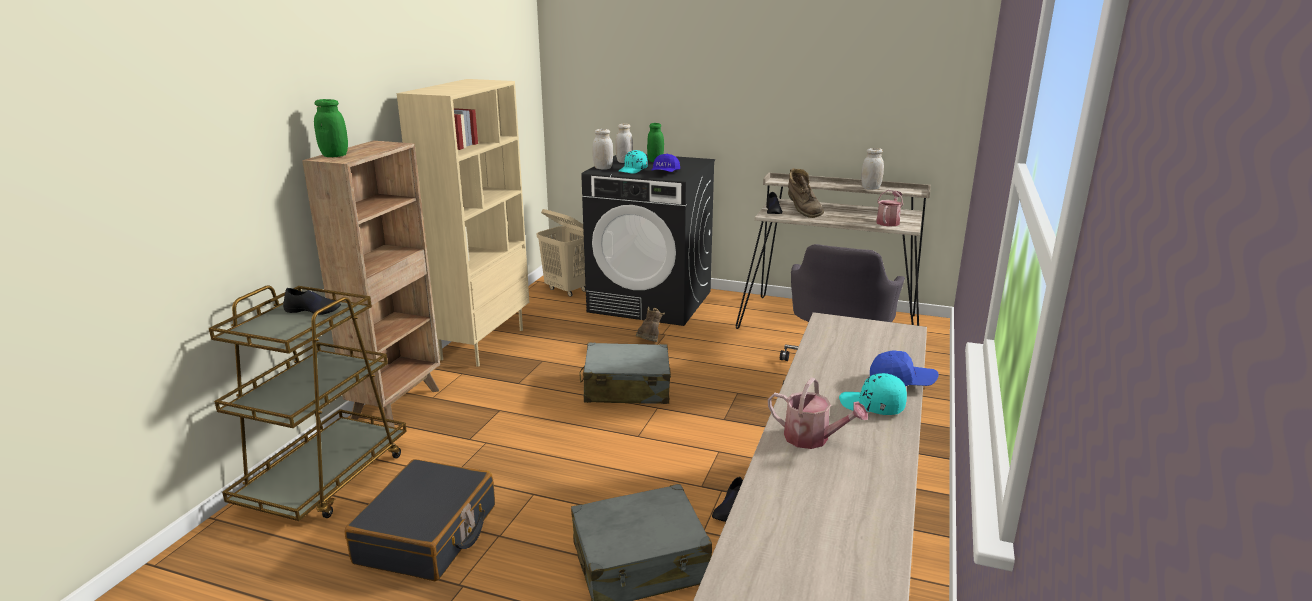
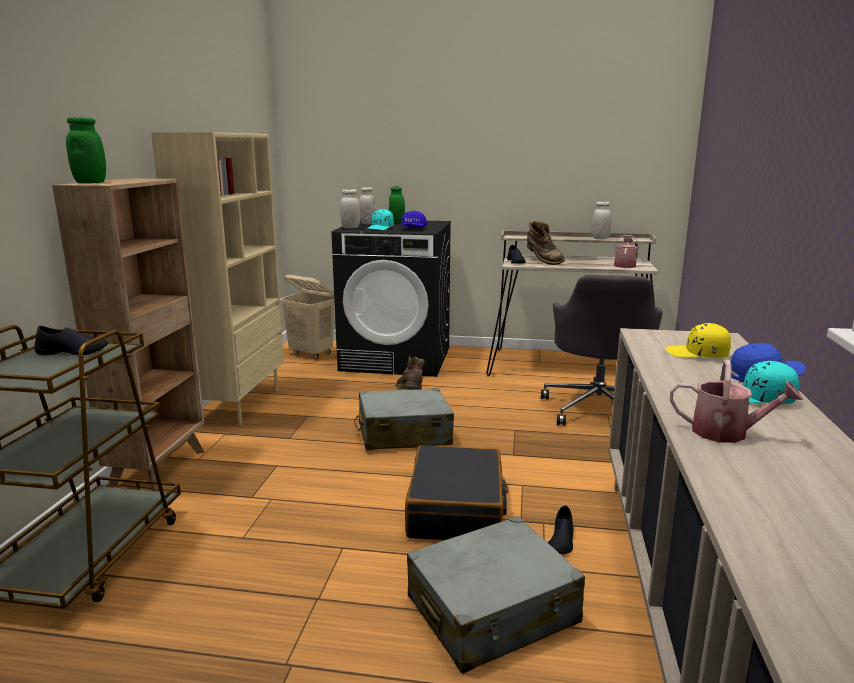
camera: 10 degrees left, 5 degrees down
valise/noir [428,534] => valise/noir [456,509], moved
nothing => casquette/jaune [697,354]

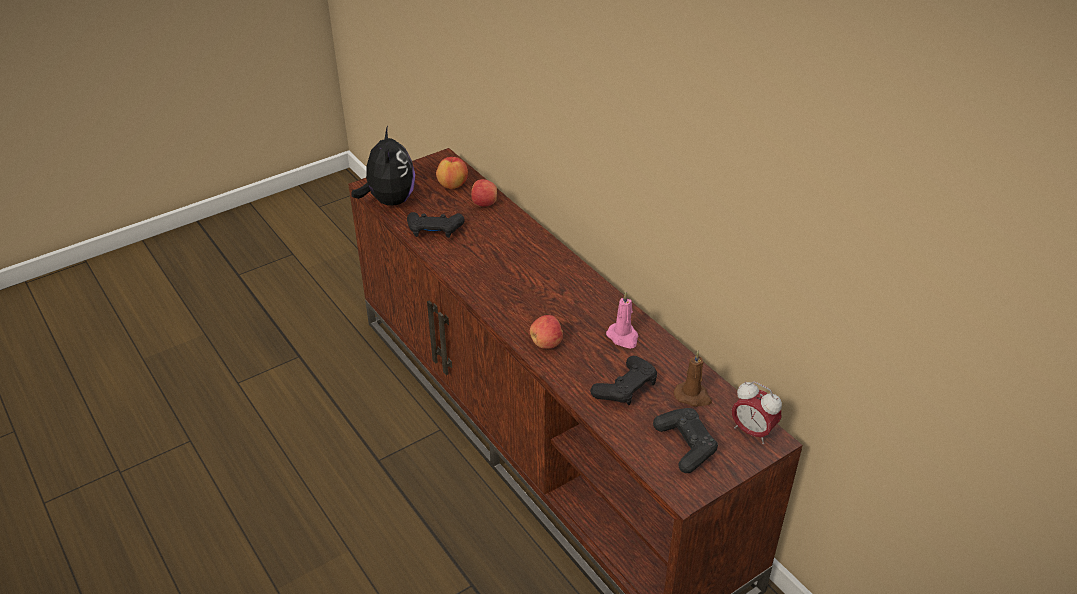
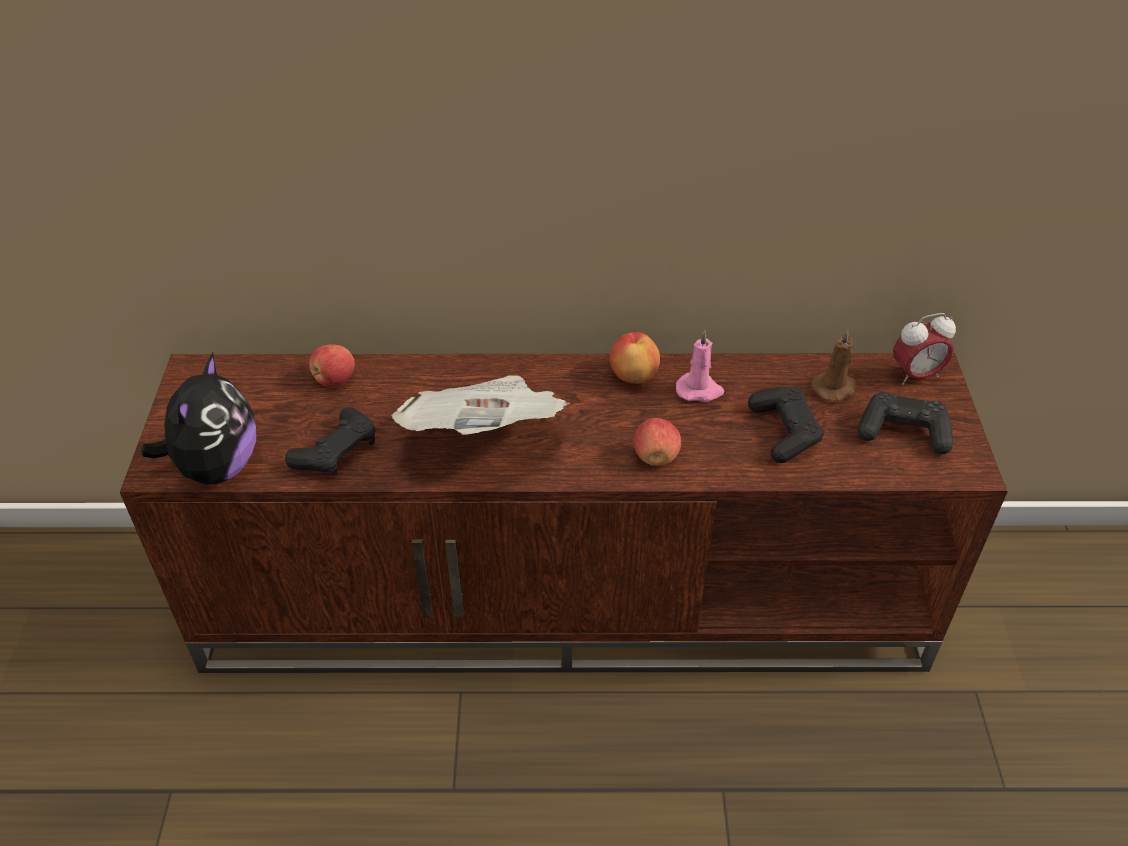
camera: 55 degrees left, 5 degrees up
peluche [389,201] => peluche [216,466], 75 degrees clockwise
nothing => journal [485,436]
pomme [452,185] => pomme [633,375], moved

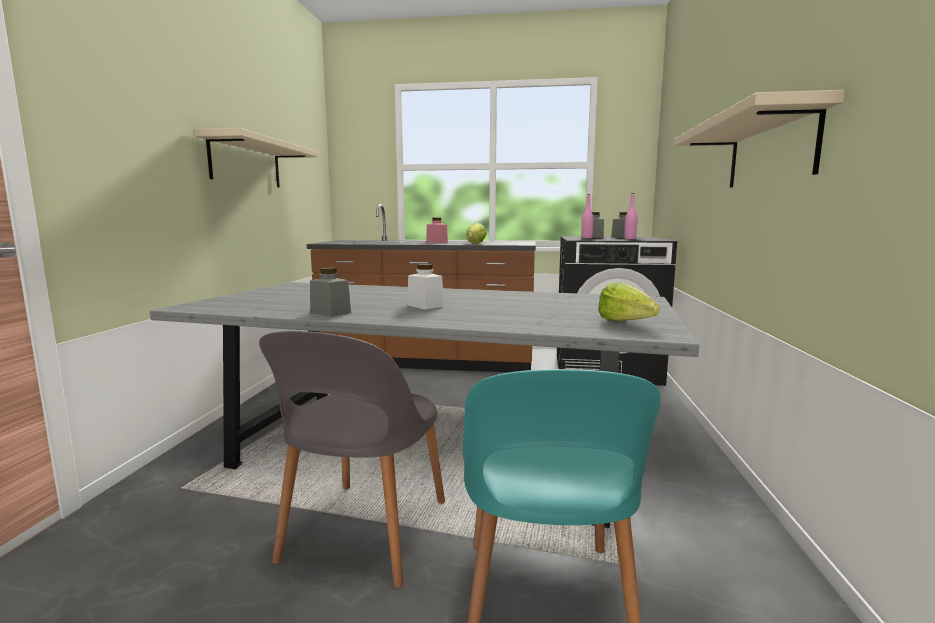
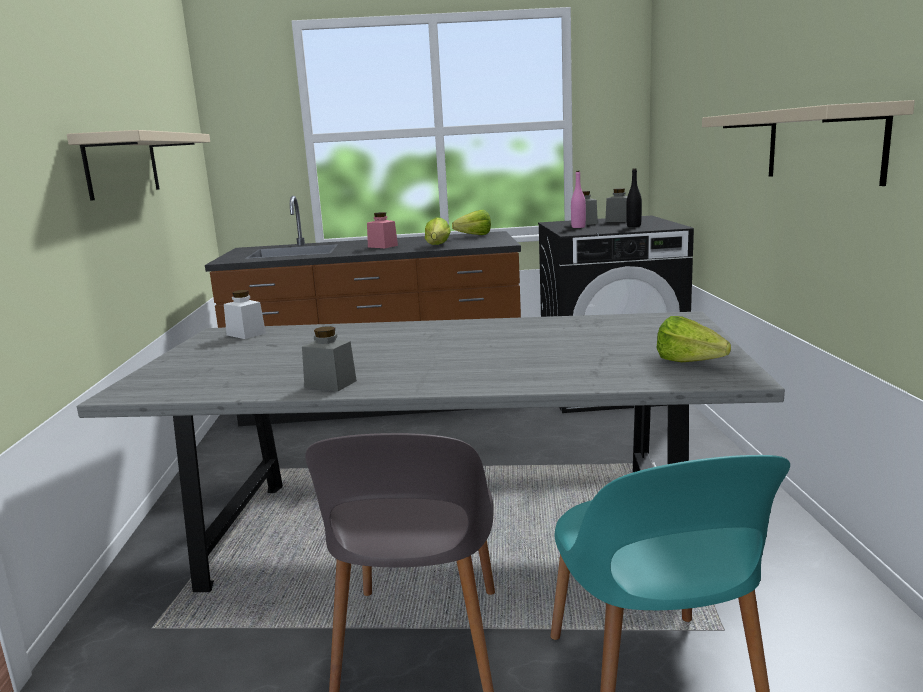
camera: 10 degrees left, 5 degrees up
bocal/blanc [425,306] => bocal/blanc [246,334], moved
nothing => laitue [470,236]
bouteille/rose [630,239] => bouteille/noir [633,226]

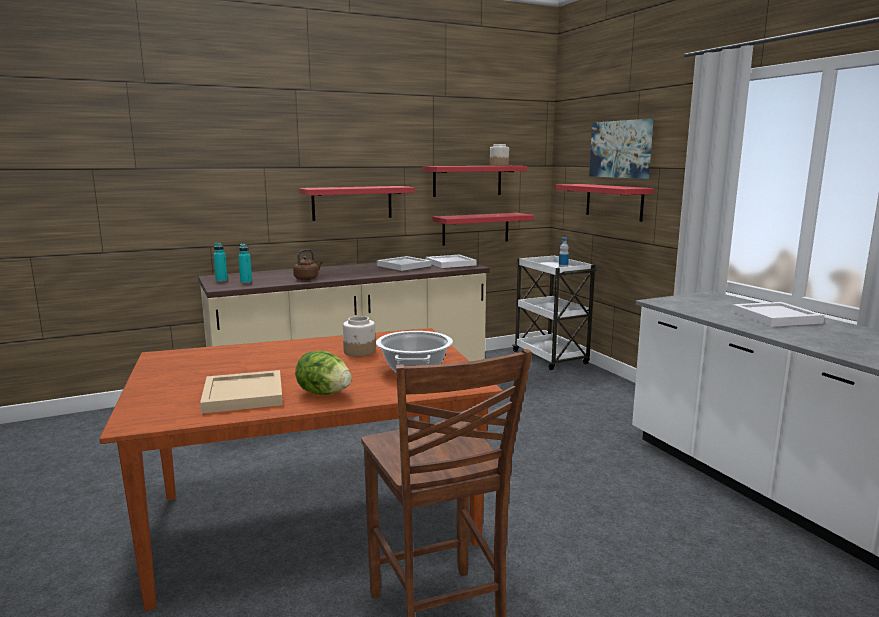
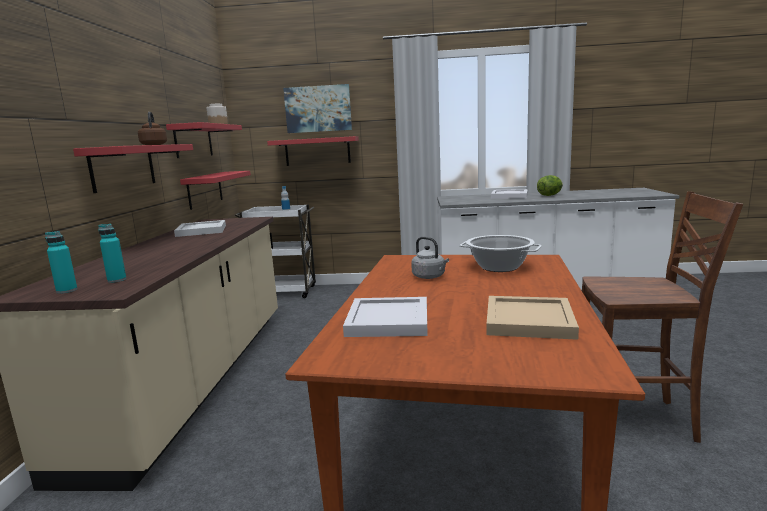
camera: 60 degrees left, 0 degrees up
bouilloire/marron [307,279] => bouilloire/marron [154,145], moved
plateau/blanc [451,263] => plateau/blanc [389,320], moved
bocal [359,352] => bouilloire/gris [430,277]
laitue [324,393] => laitue [550,195], moved

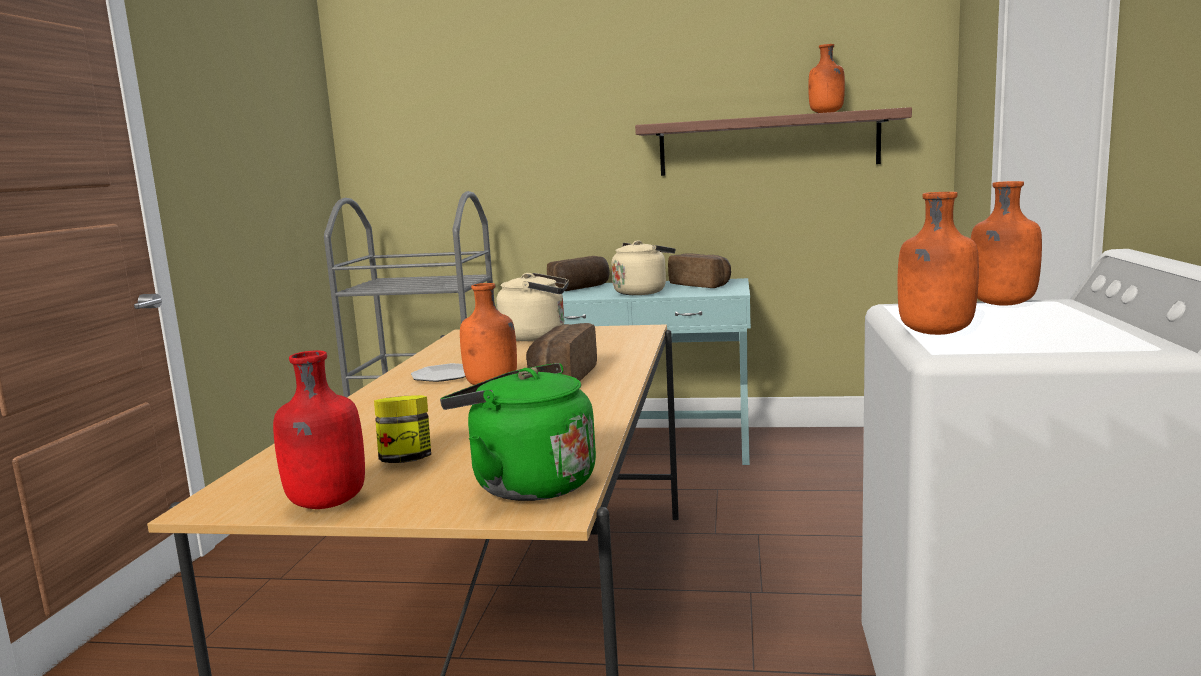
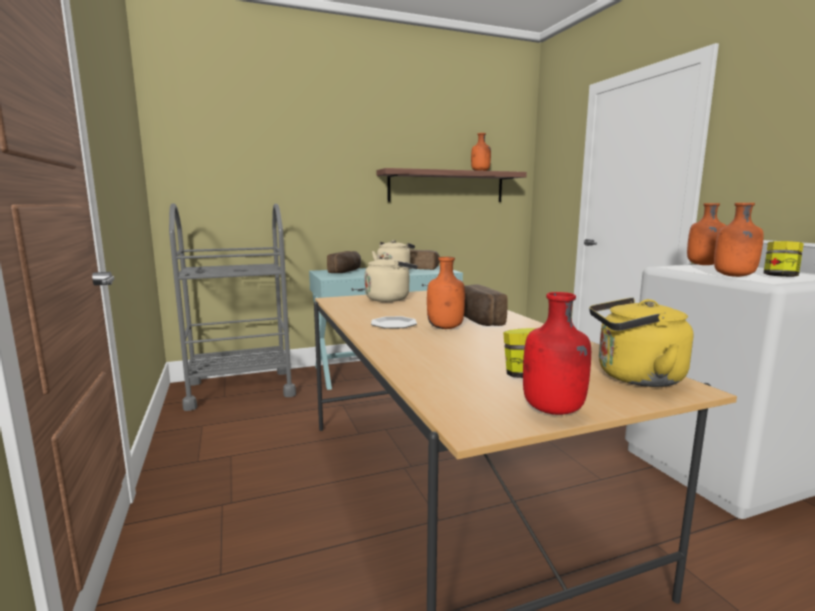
camera: 30 degrees left, 0 degrees up
bouilloire/vert [527,484] => bouilloire/jaune [634,377]
nothing => bocal [780,277]

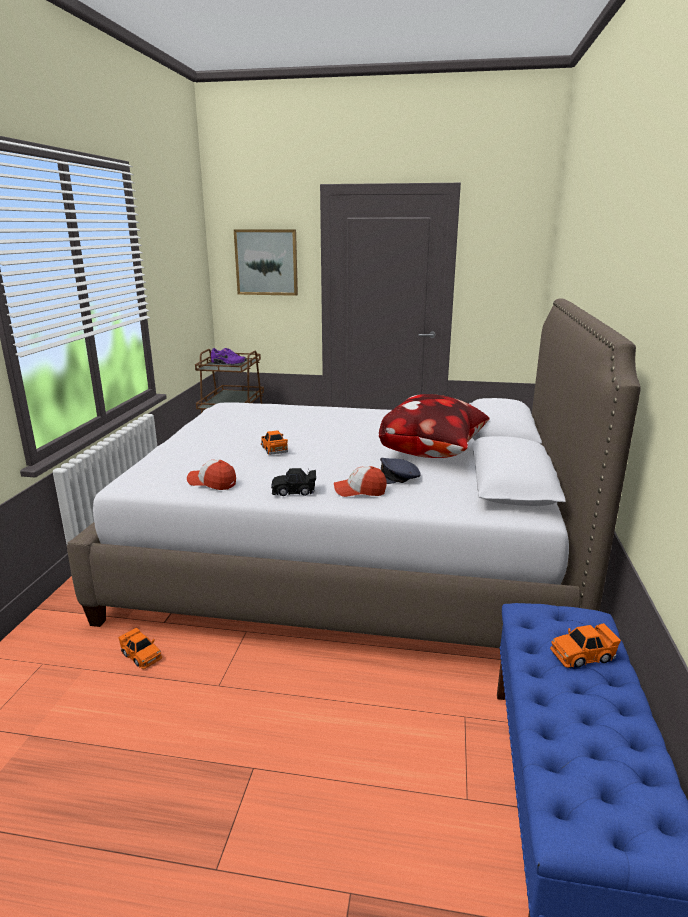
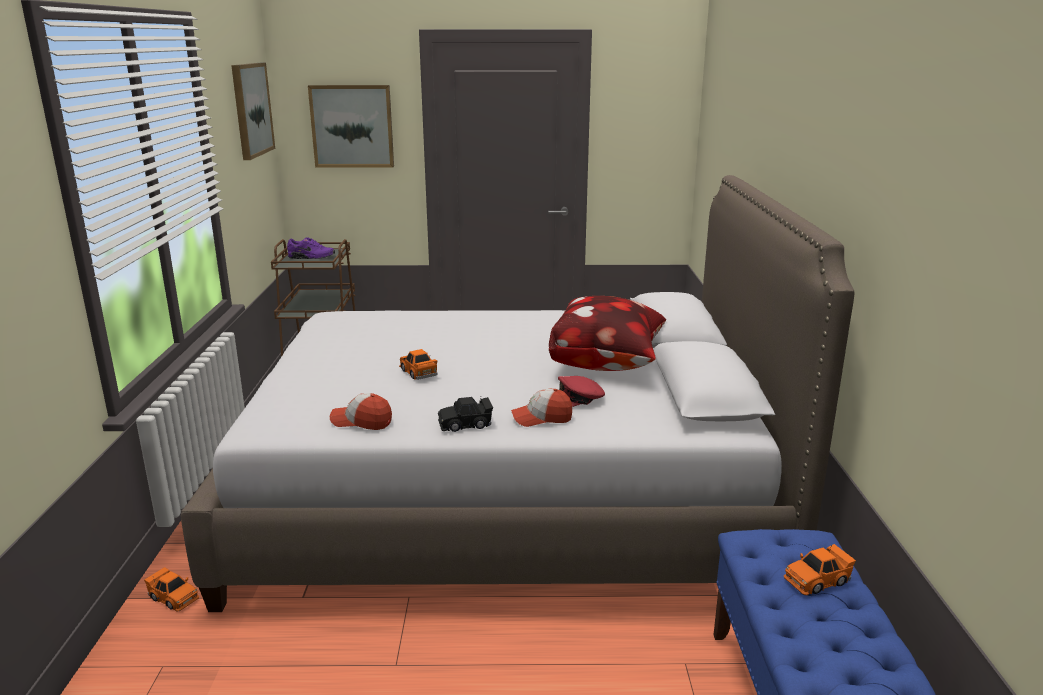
camera: 10 degrees left, 0 degrees up
petite voiture/orange [141,655] => petite voiture/orange [173,598], moved
nothing => tableau [251,109]
casquette/gris [398,478] => casquette/rouge [579,399]

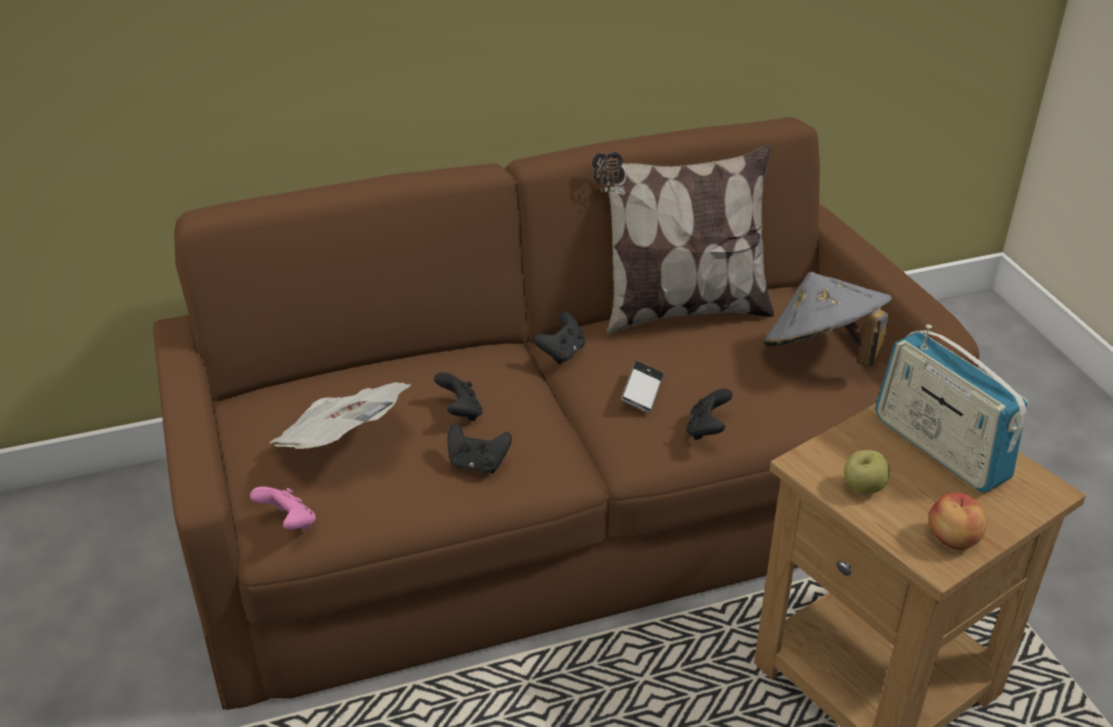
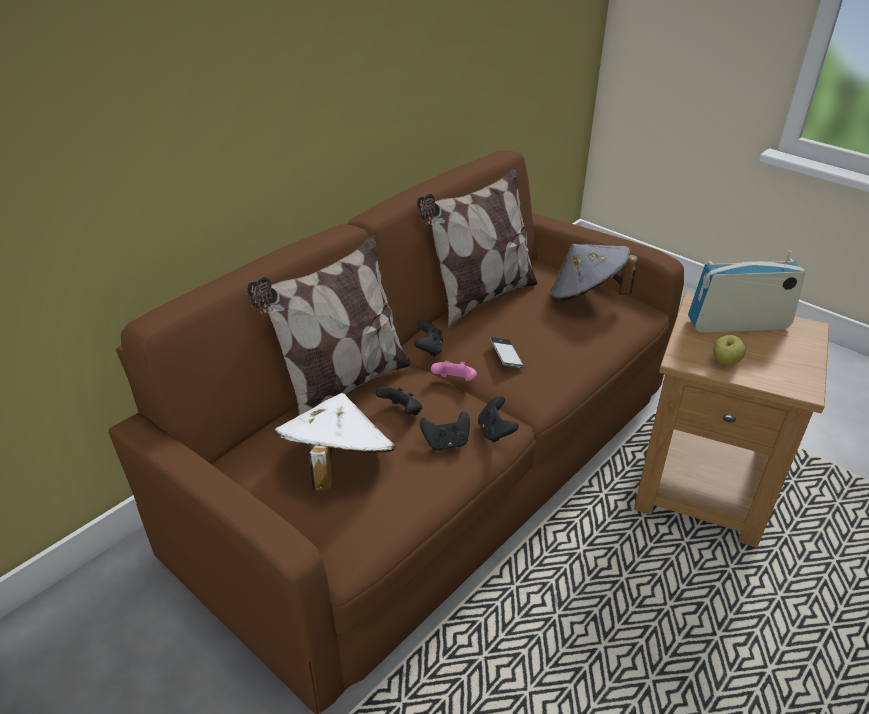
camera: 30 degrees left, 0 degrees up
nothing => coussin [342,385]
journal [343,443] => chapeau/blanc [337,466]
manette/rose [288,523] => manette/rose [454,382], moved
manette/noir [707,430] => manette/noir [495,431], moved
radio [939,448] => radio [738,324], 150 degrees clockwise
pomme [952,539] => nothing

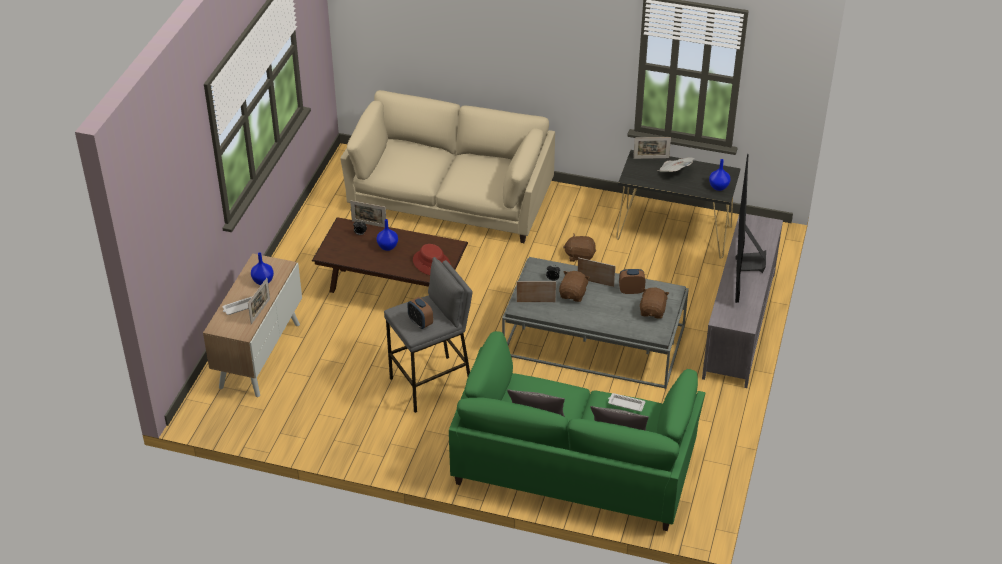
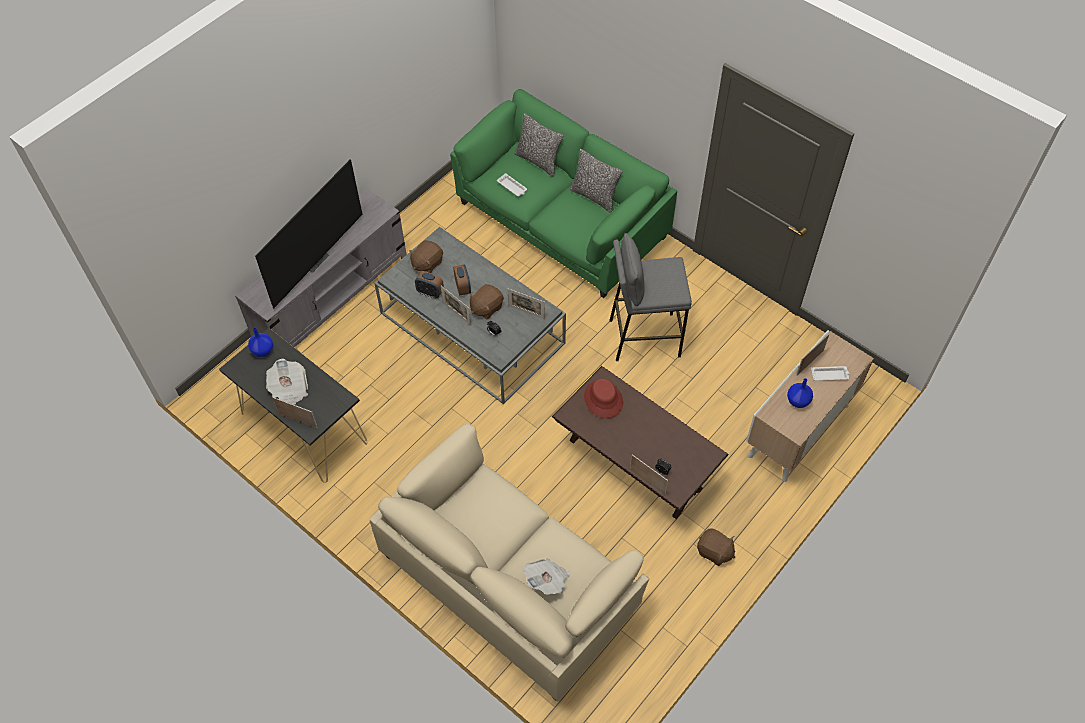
camera: 155 degrees left, 15 degrees up
réveil [420,323] => réveil [463,288], moved
nothing => journal [547,580]
peluche/marron [580,256] => peluche/marron [714,552], moved
vase/bleu [388,247] => nothing

